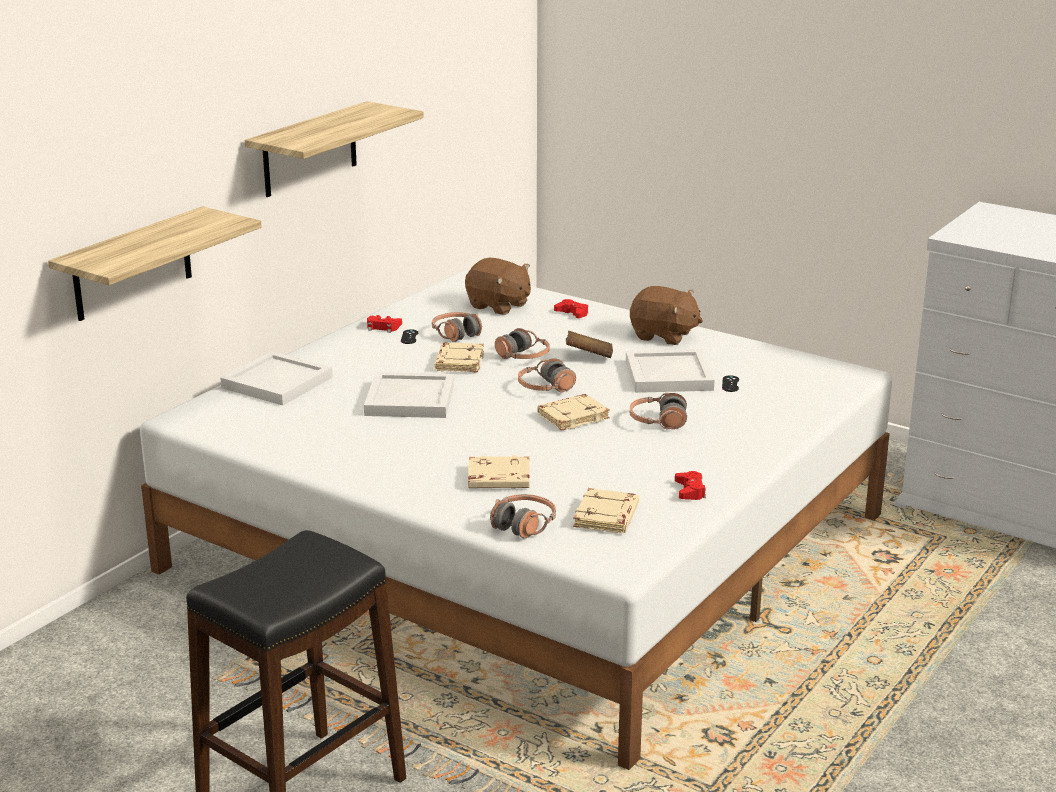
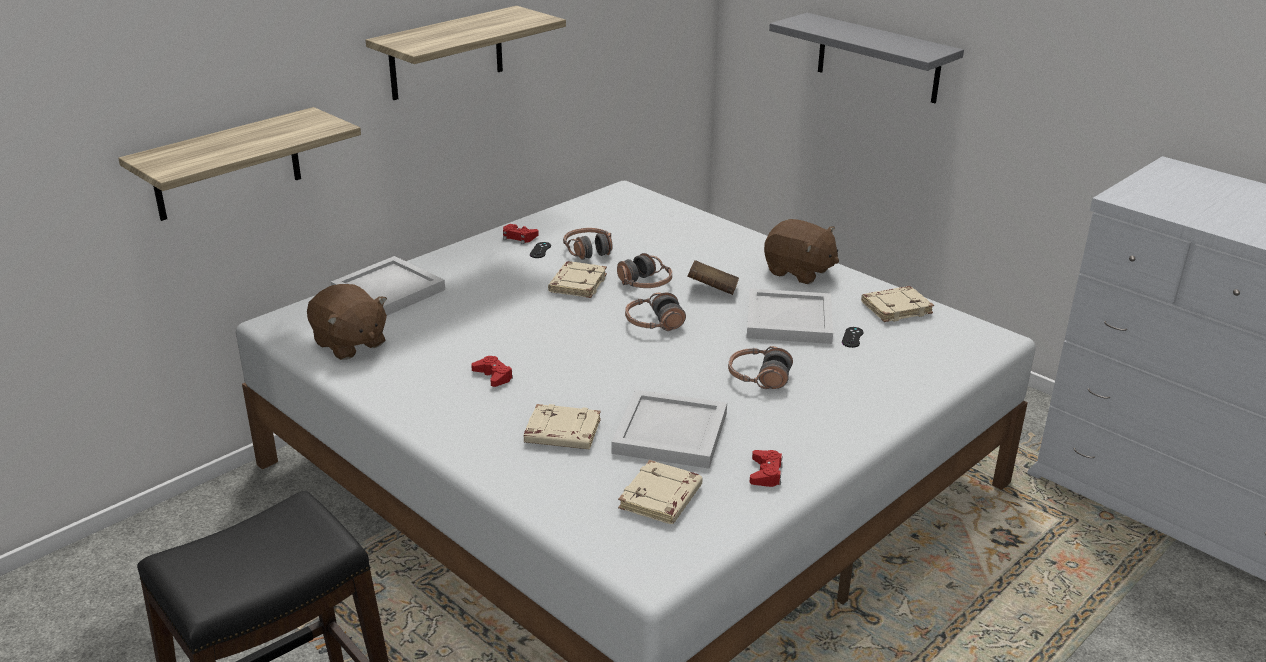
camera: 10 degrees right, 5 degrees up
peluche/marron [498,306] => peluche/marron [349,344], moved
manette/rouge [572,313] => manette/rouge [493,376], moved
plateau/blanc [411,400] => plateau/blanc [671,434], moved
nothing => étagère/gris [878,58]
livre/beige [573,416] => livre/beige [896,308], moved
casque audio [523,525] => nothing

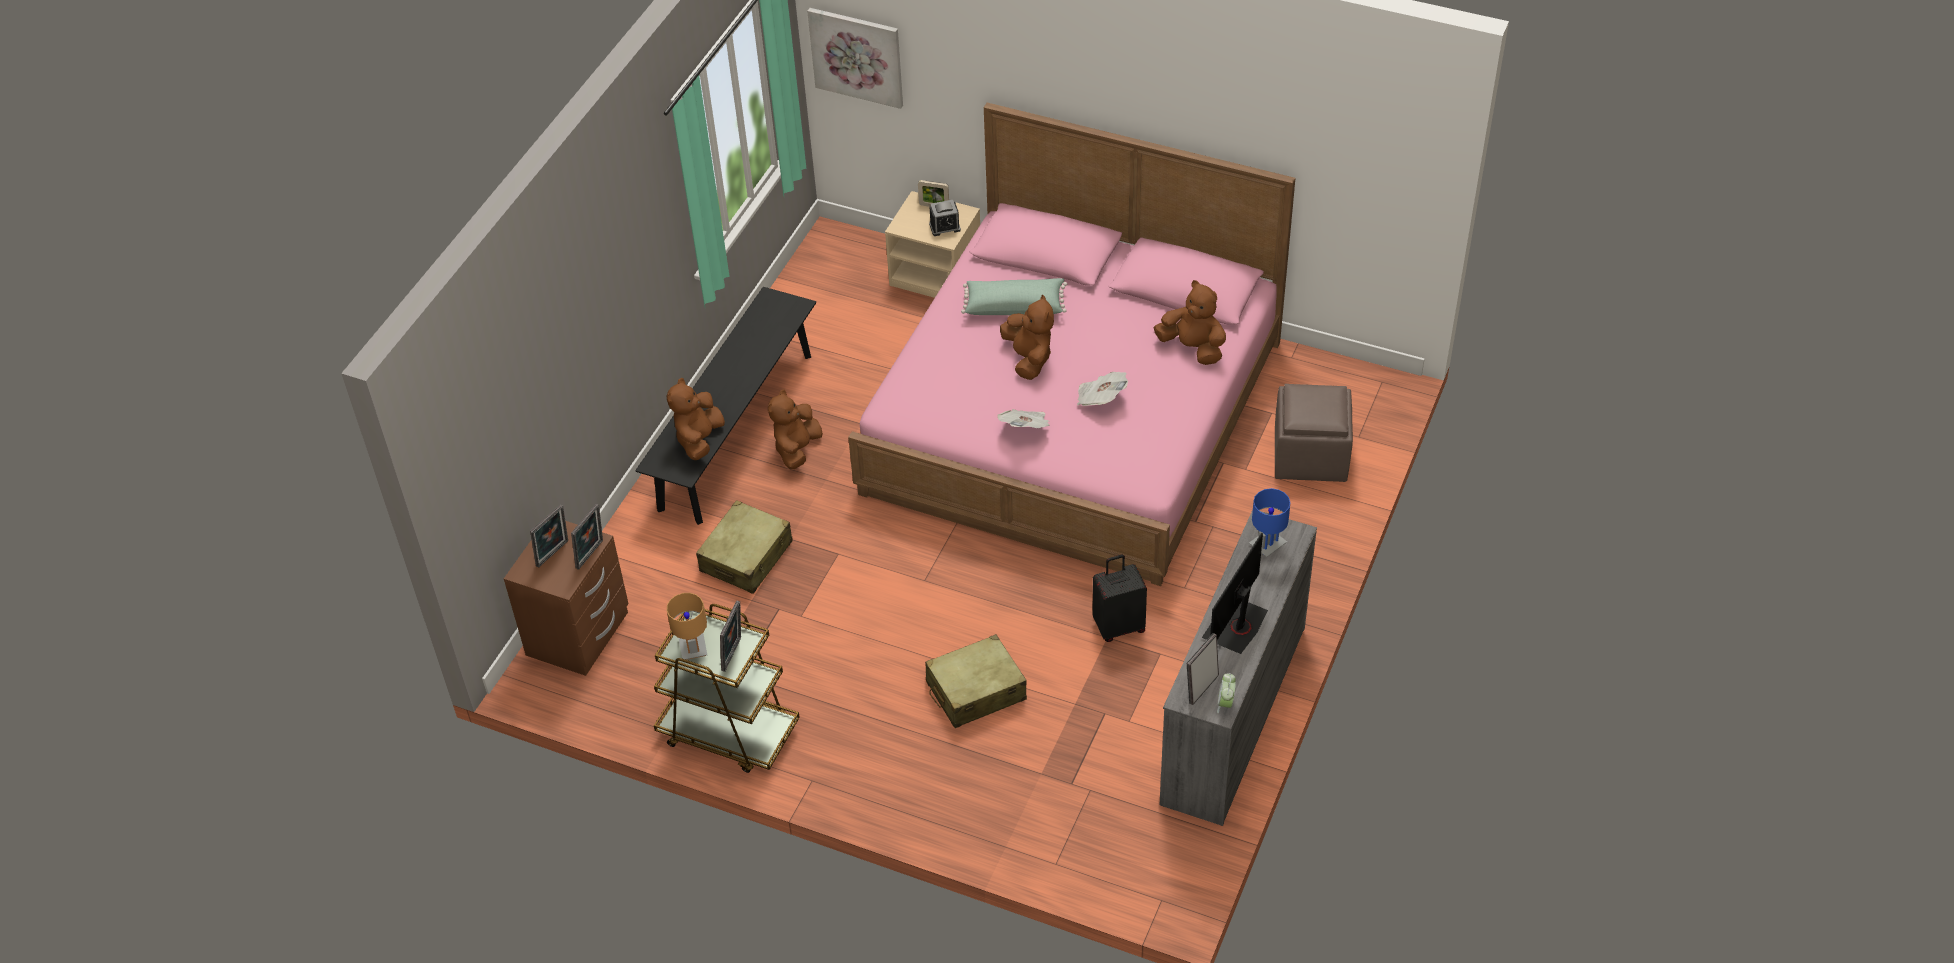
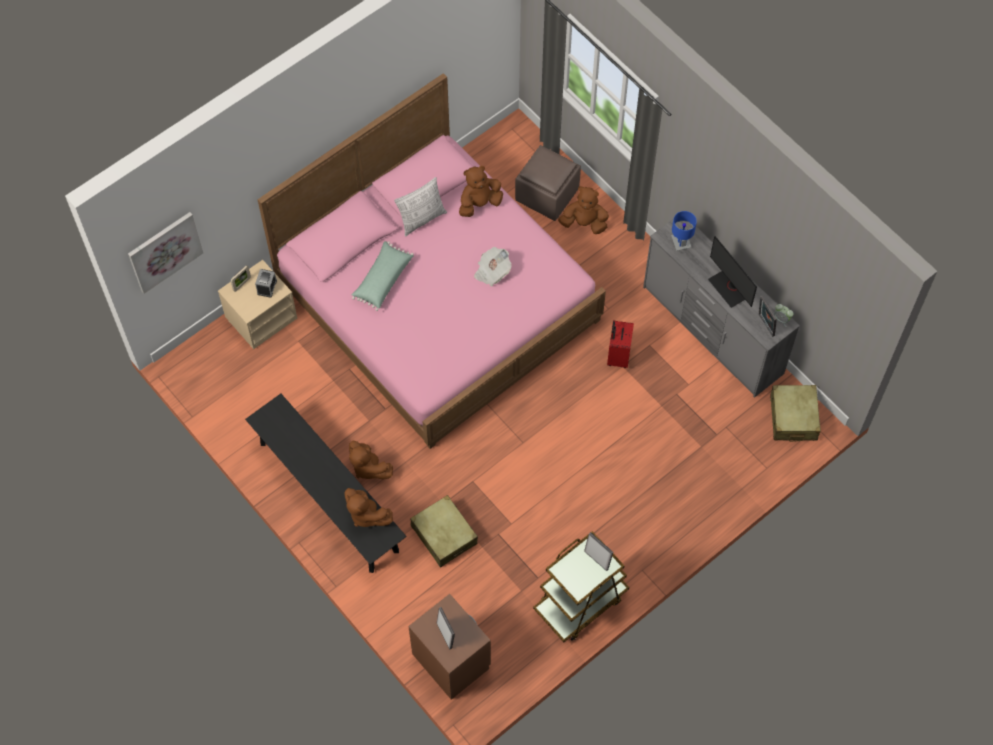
camera: 65 degrees left, 15 degrees up
nothing => coussin [422,219]
peluche/marron [1029,358] => peluche/marron [584,223], moved
valise/noir [1119,626] => valise/rouge [617,356]
valise/beige [975,691] => valise/beige [793,418], moved
cadre photo [591,555] => nothing
lampe de table/marron [692,648] => nothing
journal [1026,428] => nothing

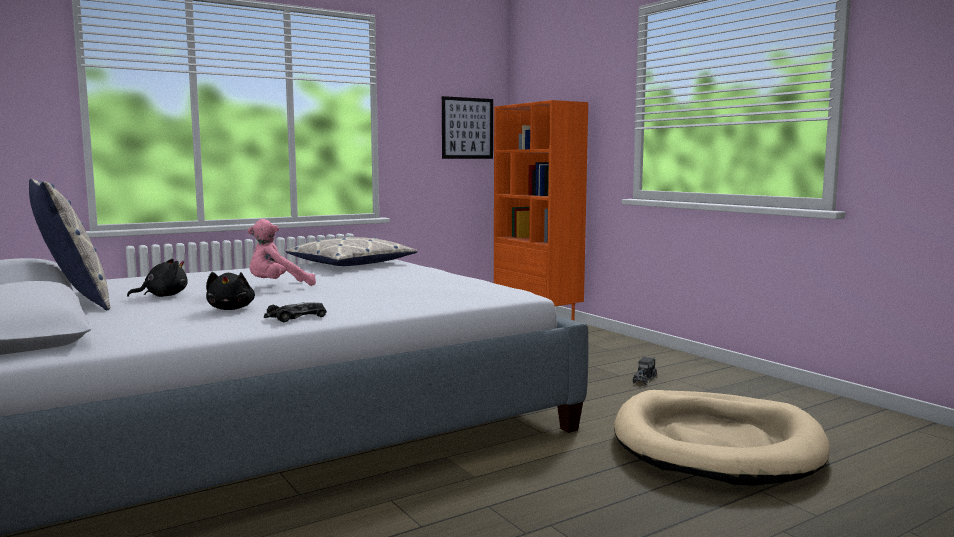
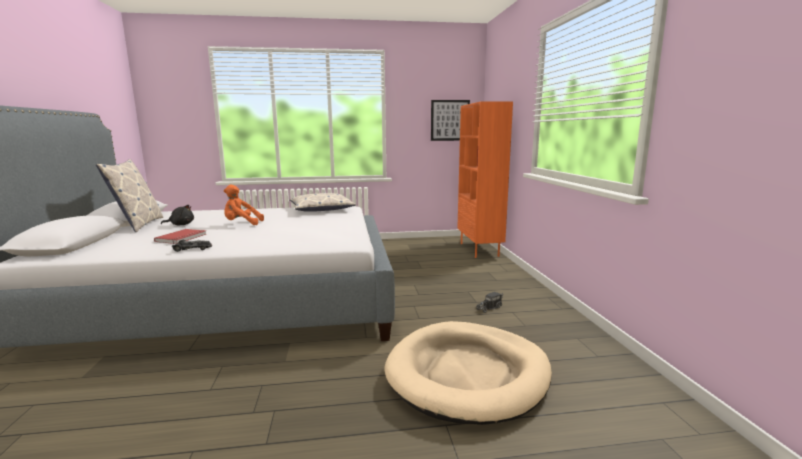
camera: 25 degrees right, 5 degrees up
peluche/noir [231,309] => livre/rouge [182,238]
peluche/rose [278,287] => peluche/orange [241,224]

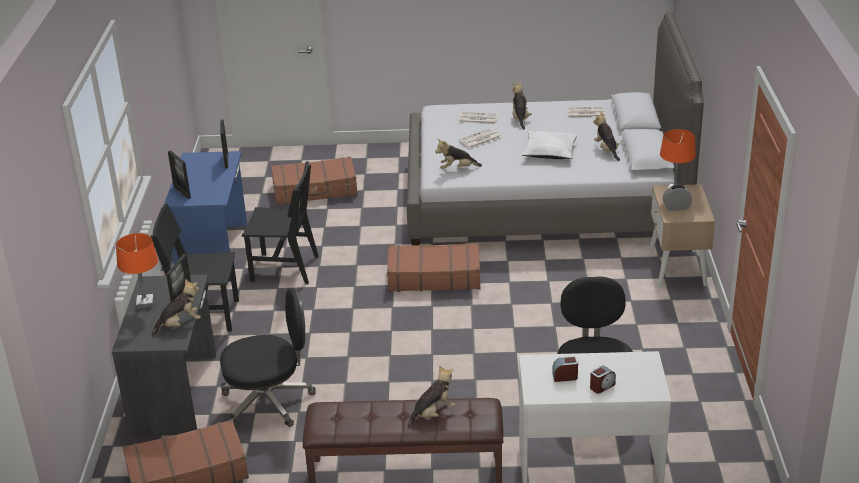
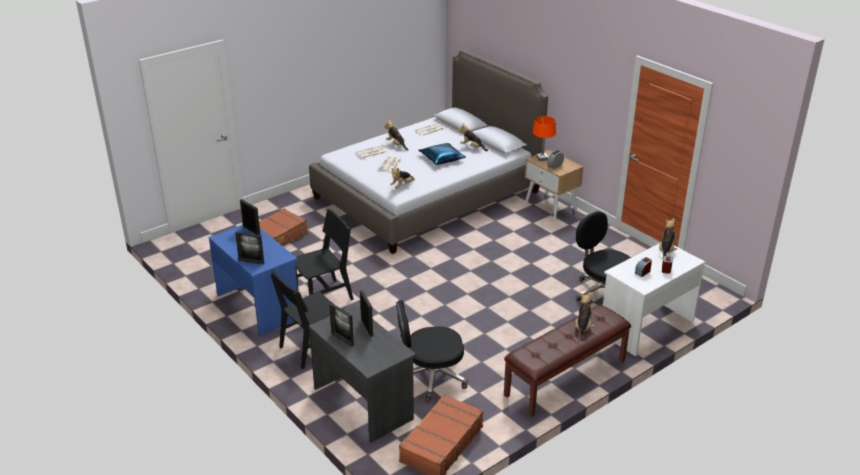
camera: 40 degrees left, 0 degrees up
lampe de table/orange [145,304] => cadre photo [342,339]
chaise de bureau/noir [269,401] => chaise de bureau/noir [430,378], 135 degrees counterclockwise
coussin/blanc [549,152] => coussin/bleu [442,159]
peluche [180,324] => peluche [666,250], moved
valise/marron [434,276] => nothing

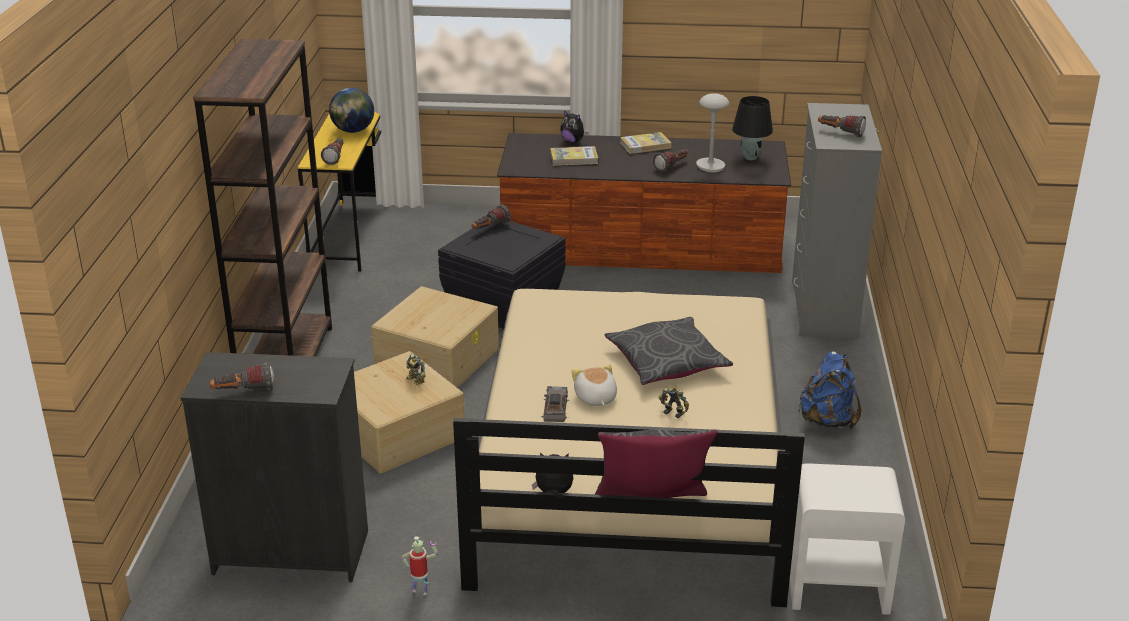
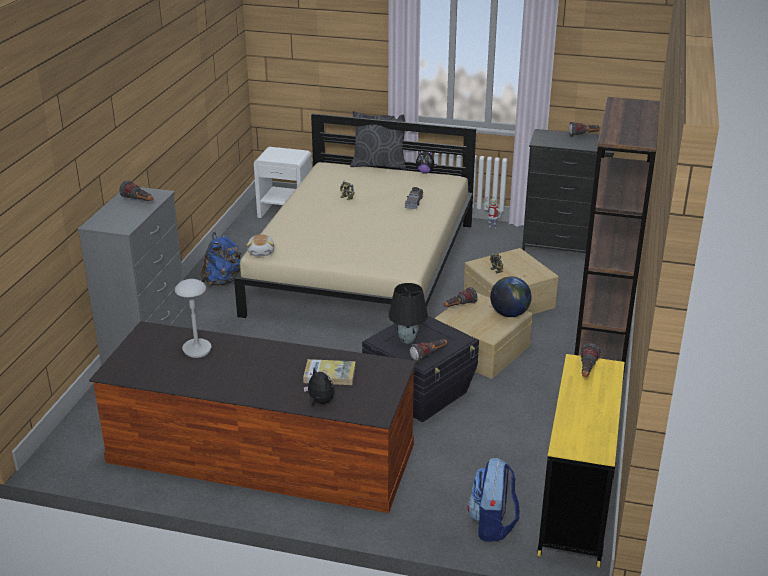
camera: 170 degrees left, 0 degrees up
peluche [595,398] => peluche [261,252], moved
lampe de table/noir [750,157] => lampe de table/noir [407,340], moved
lampe de poche [672,166] => lampe de poche [459,306], moved
nothing => sac à dos [492,524]
globe [353,131] => globe [509,314], moved
coussin/gris [667,362] => nothing
livre [645,145] => nothing

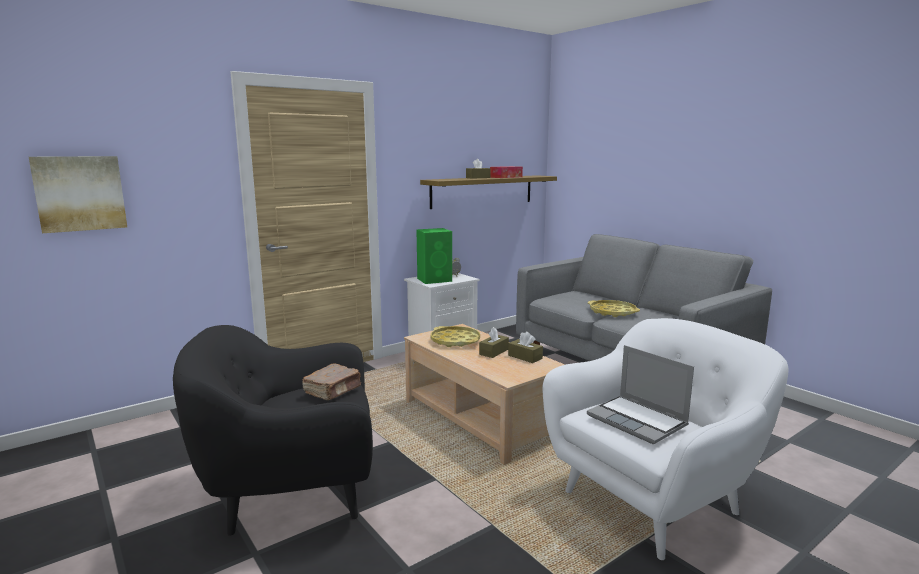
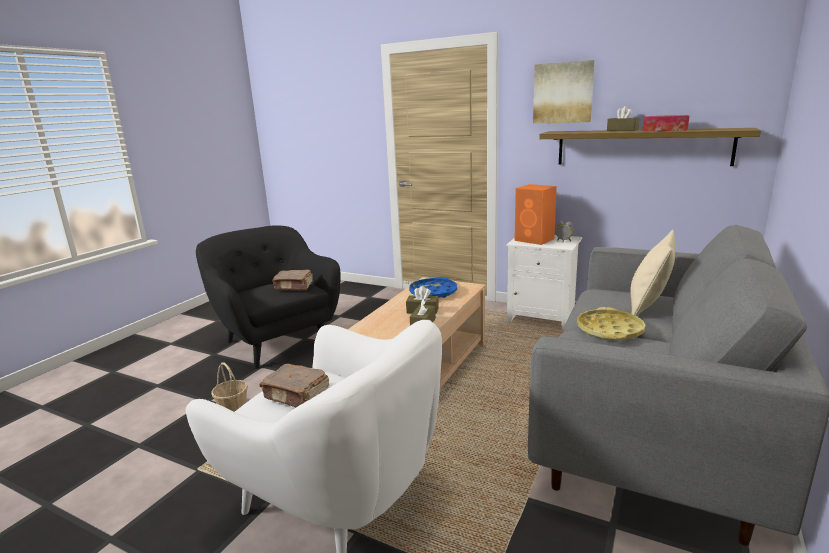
camera: 65 degrees right, 5 degrees up
nothing => panier [233,408]
ordinateur portable [638,421] => livre/marron [297,396]
plateau/jaune [455,341] => plateau/bleu [433,292]
enceinte/vert [435,280] => enceinte/orange [535,240]
tableau [80,193] => tableau [563,93], moved
nothing => coussin/beige [648,306]

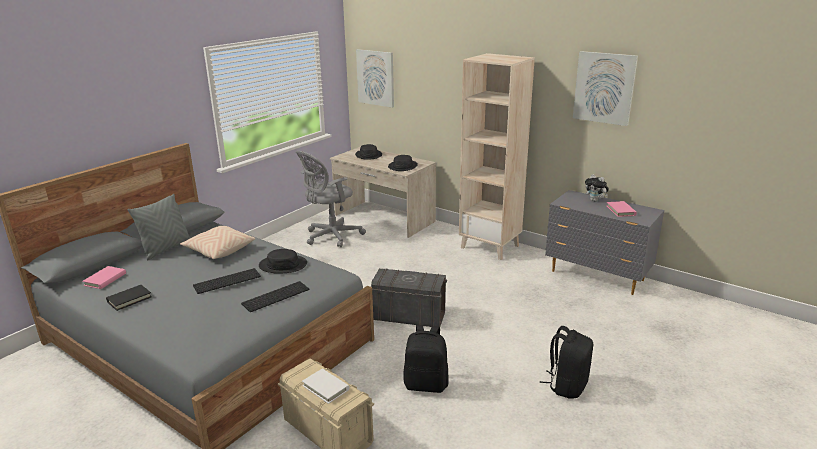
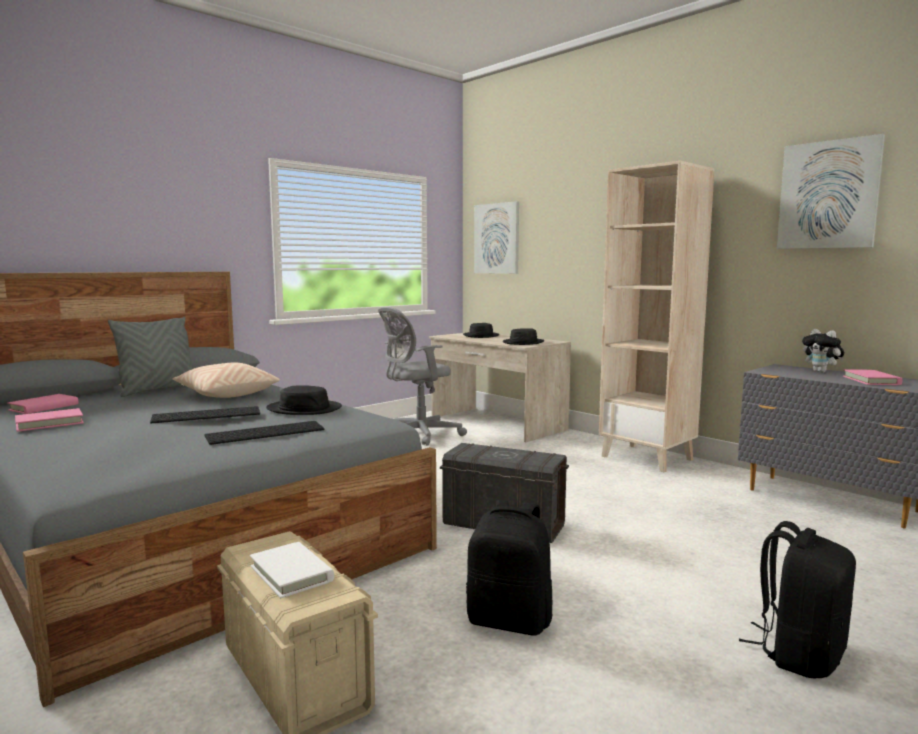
camera: 10 degrees right, 15 degrees down
livre/noir [129,299] => livre/rose [49,423]

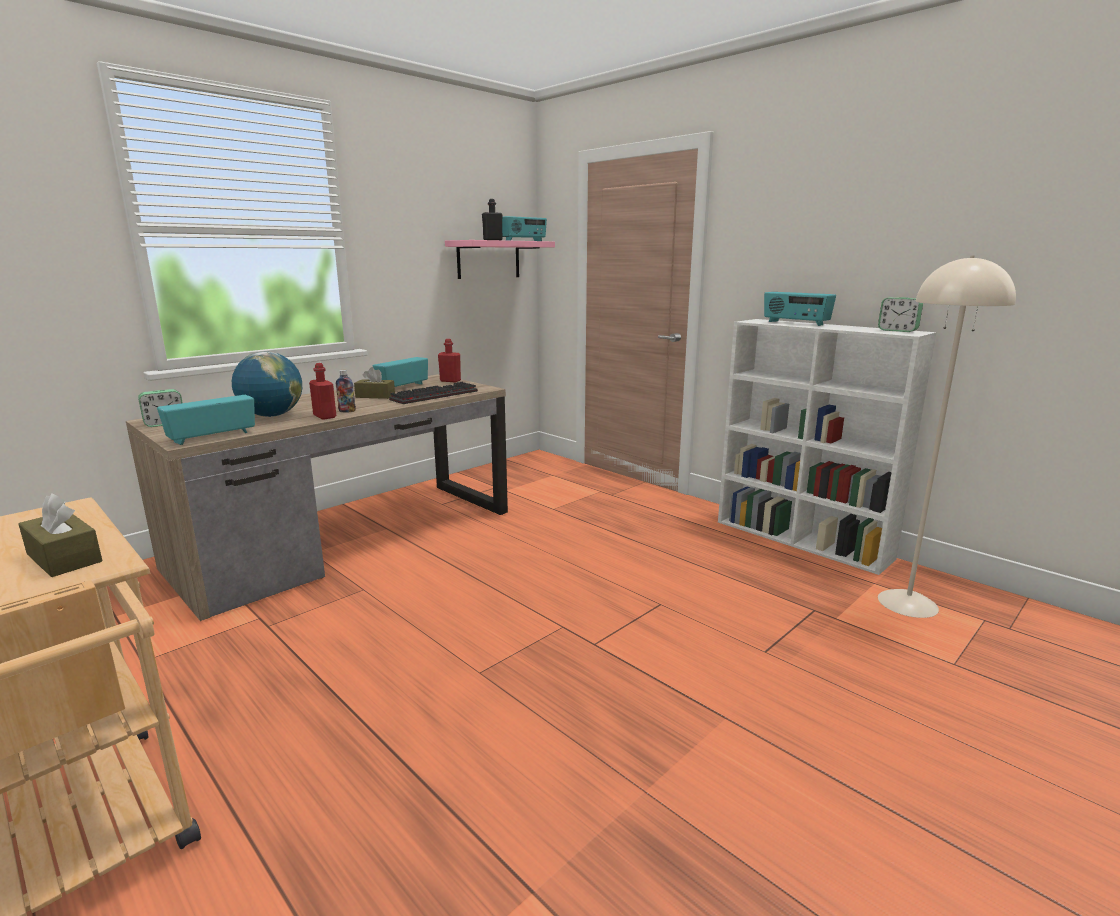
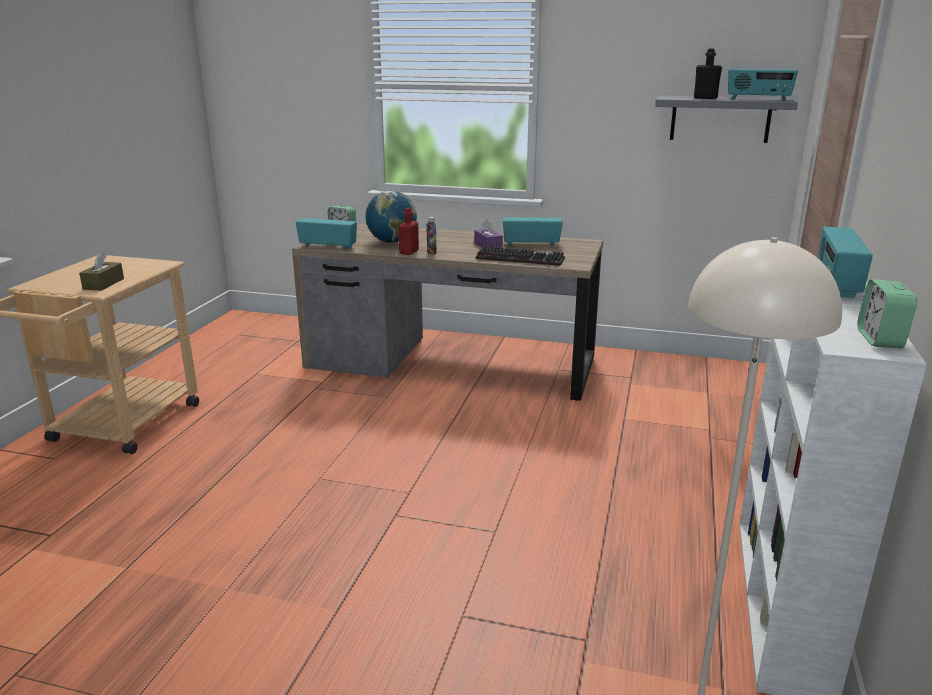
camera: 60 degrees right, 5 degrees up
boîte à mouchoirs/marron [375,396] => boîte à mouchoirs/violet [488,246]
étagère/rose [488,259] => étagère/gris [720,119]
bouteille/rouge [450,381] => nothing

